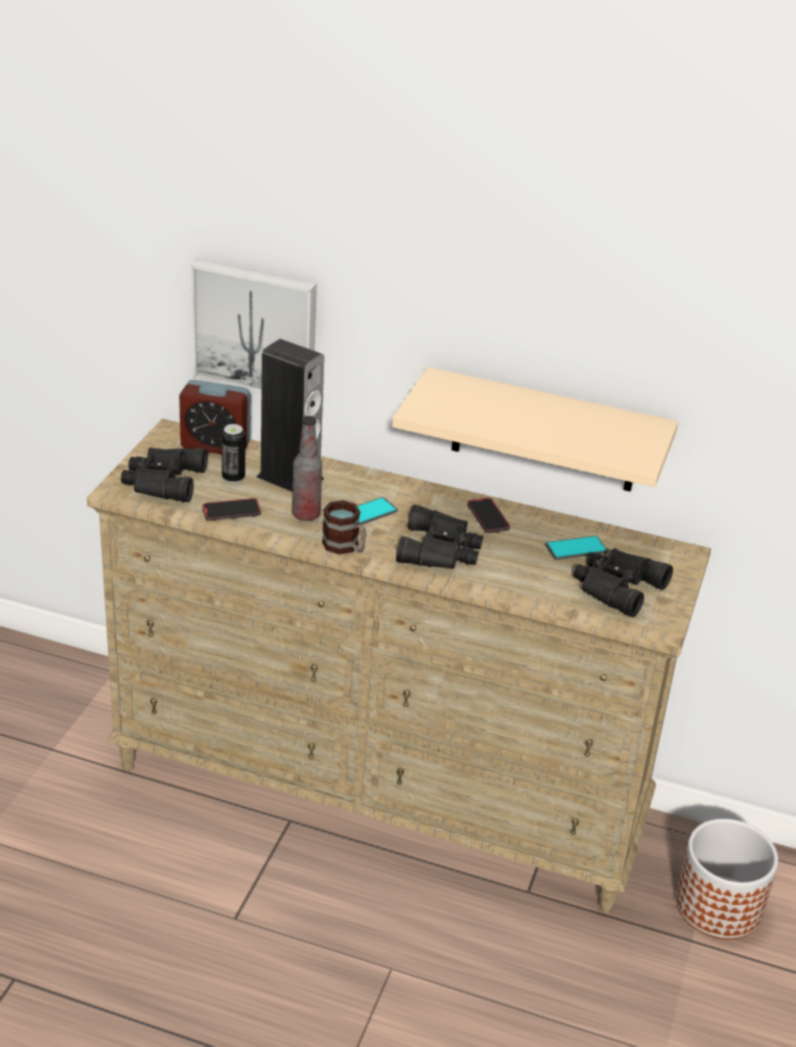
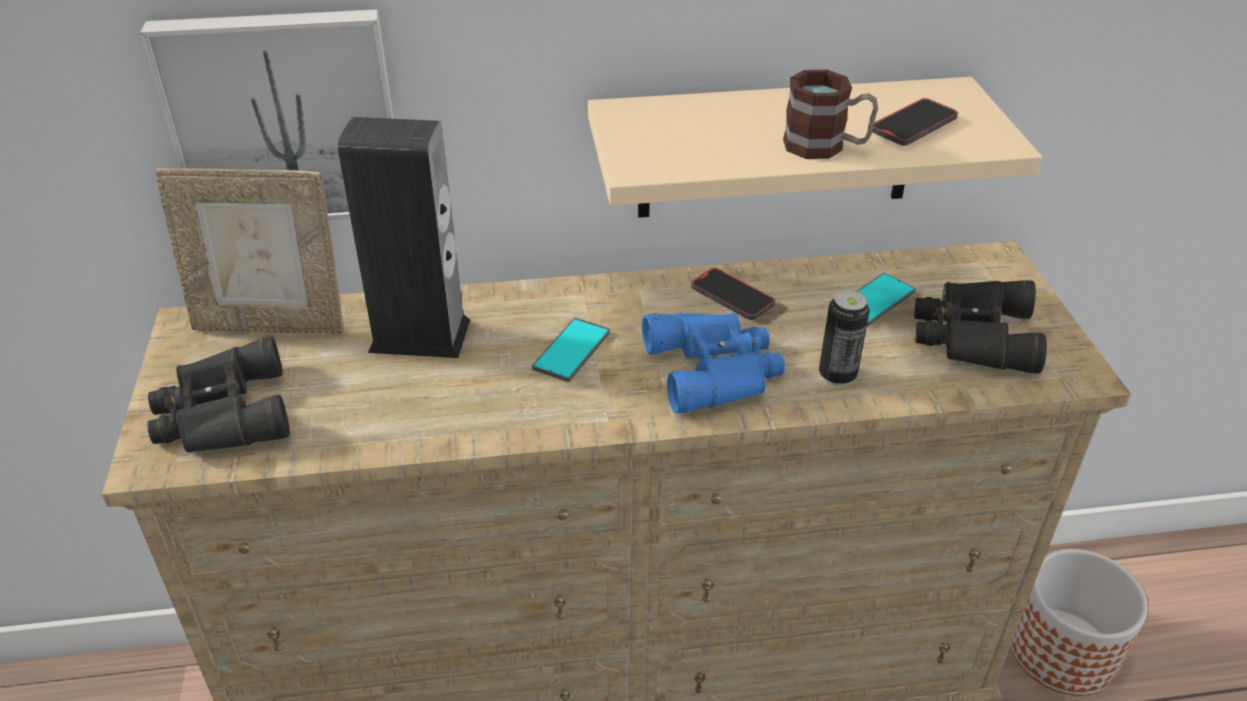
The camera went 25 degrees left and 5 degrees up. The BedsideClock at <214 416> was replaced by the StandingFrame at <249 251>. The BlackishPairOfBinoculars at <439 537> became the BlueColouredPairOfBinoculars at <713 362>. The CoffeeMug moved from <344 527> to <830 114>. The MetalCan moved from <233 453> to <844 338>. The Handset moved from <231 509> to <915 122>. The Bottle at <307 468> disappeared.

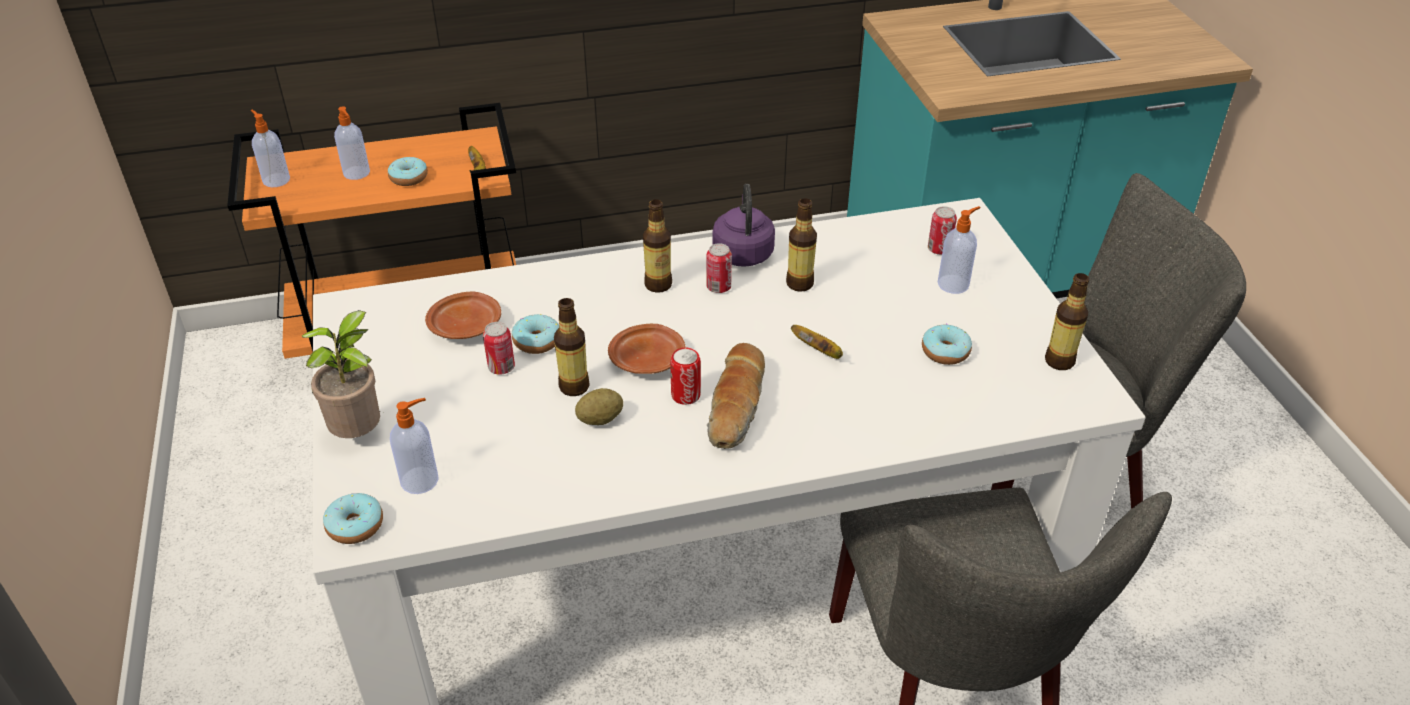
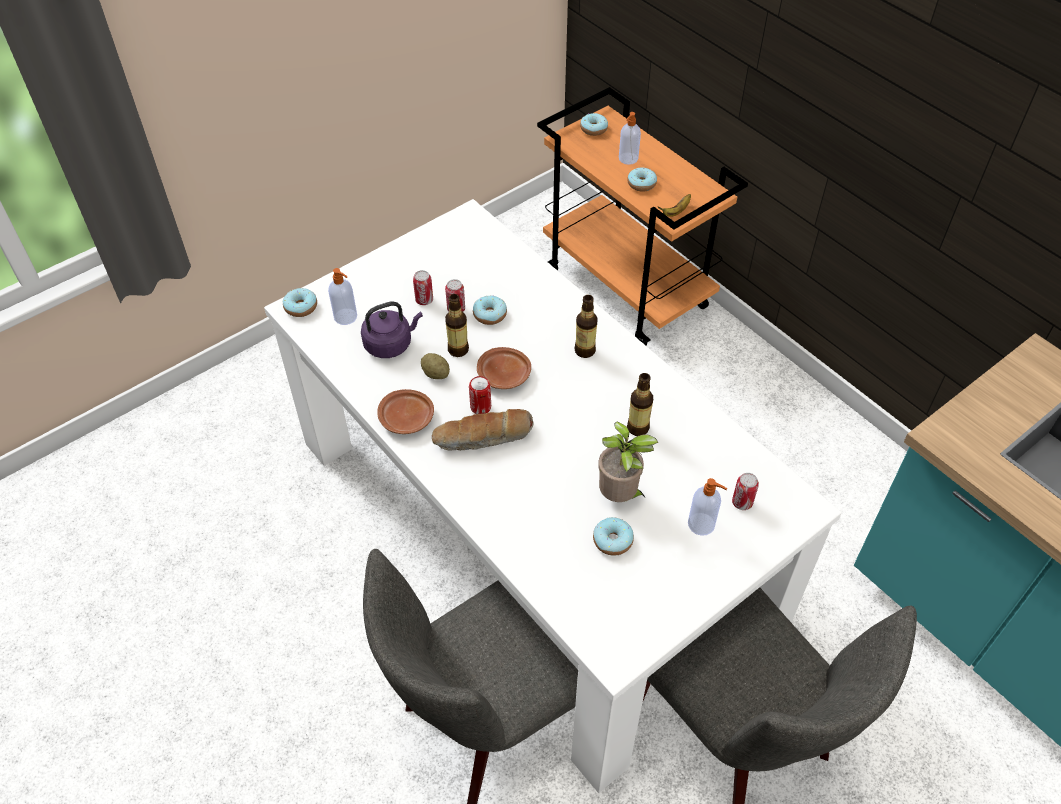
The camera went 65 degrees right and 10 degrees up. The PurpleKettle moved from <744 225> to <392 329>. The BrownColouredDinnerPlate moved from <463 315> to <405 411>. The MetalCan moved from <719 268> to <423 287>. The SoapDispenser at <270 148> was replaced by the RingDoughnut at <594 124>. The PlantInAPot moved from <341 374> to <628 462>. The BananaFruit at <817 342> disappeared. The Bottle at <1067 321> disappeared.

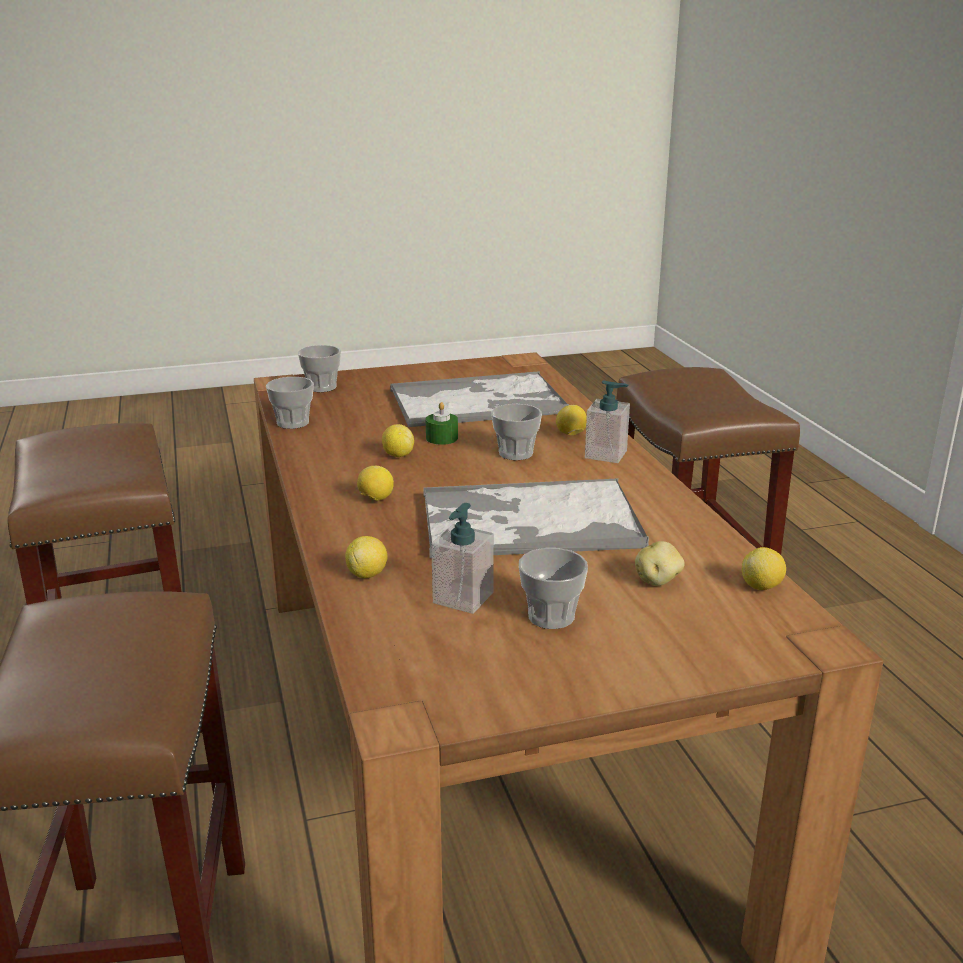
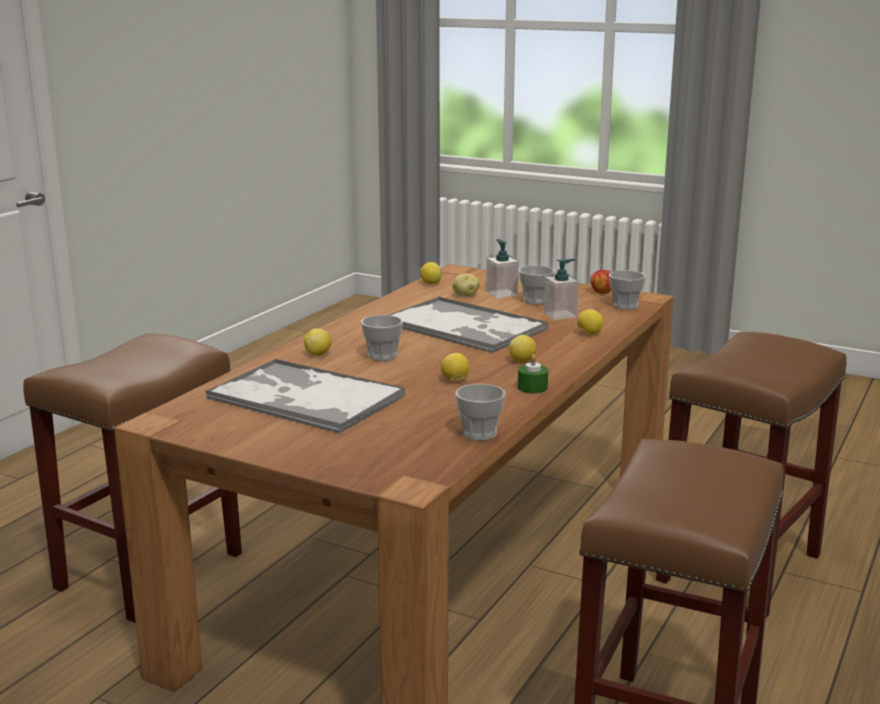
The camera went 135 degrees left and 5 degrees down. The SoapDispenser moved from <607 422> to <502 268>. The GreenColouredWaxCandle moved from <442 423> to <533 374>. The WholeApple at <600 282> appeared. The Cup moved from <319 368> to <627 290>.

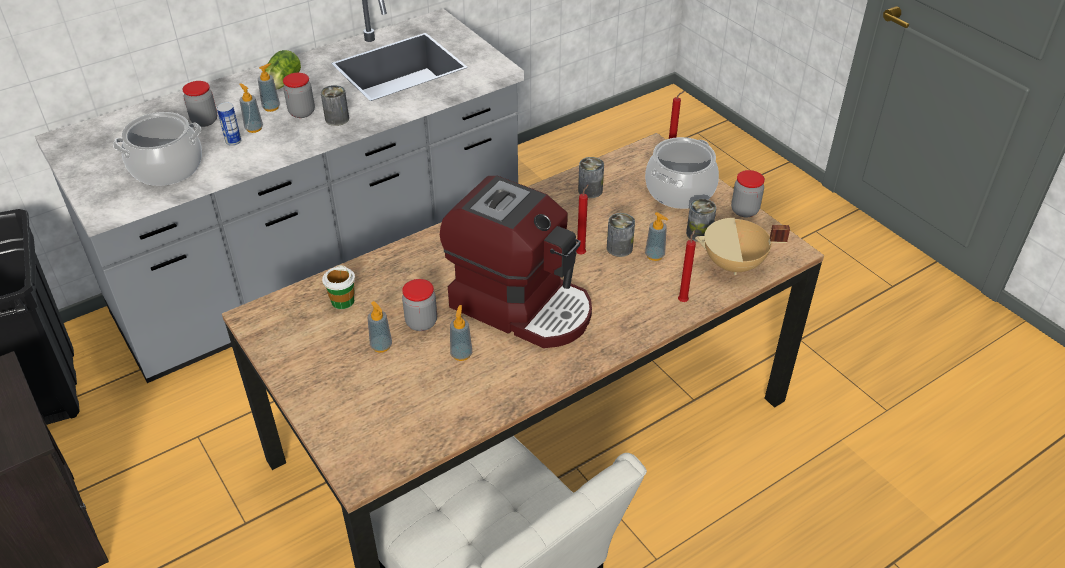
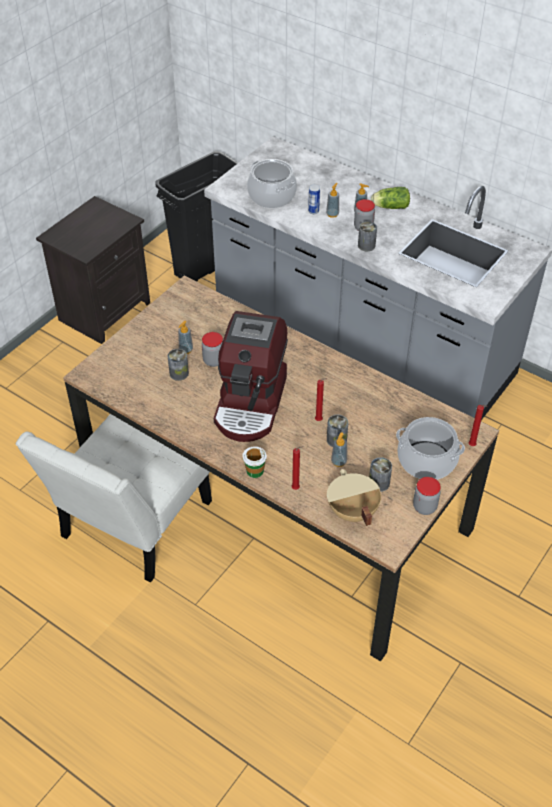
The camera went 70 degrees right and 5 degrees up. The MetalCan moved from <591 177> to <178 365>. The Cup moved from <338 287> to <254 462>. The PreserveJar at <199 104> disappeared. The SoapDispenser at <461 333> disappeared.

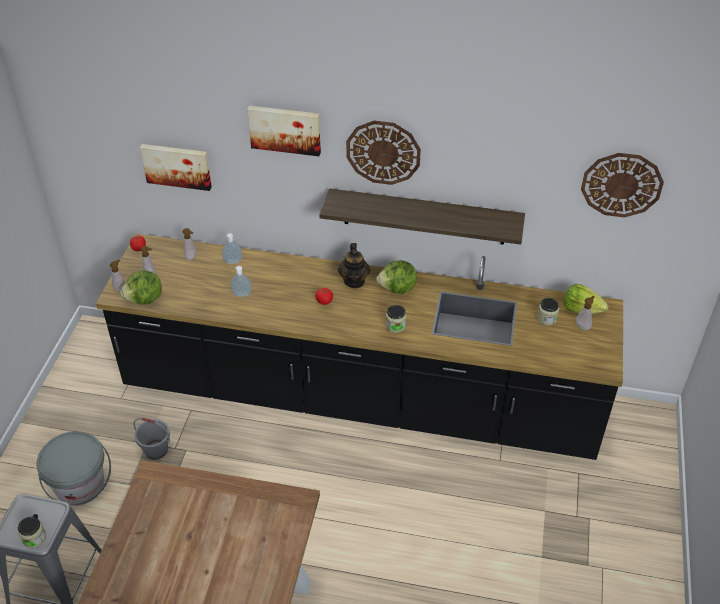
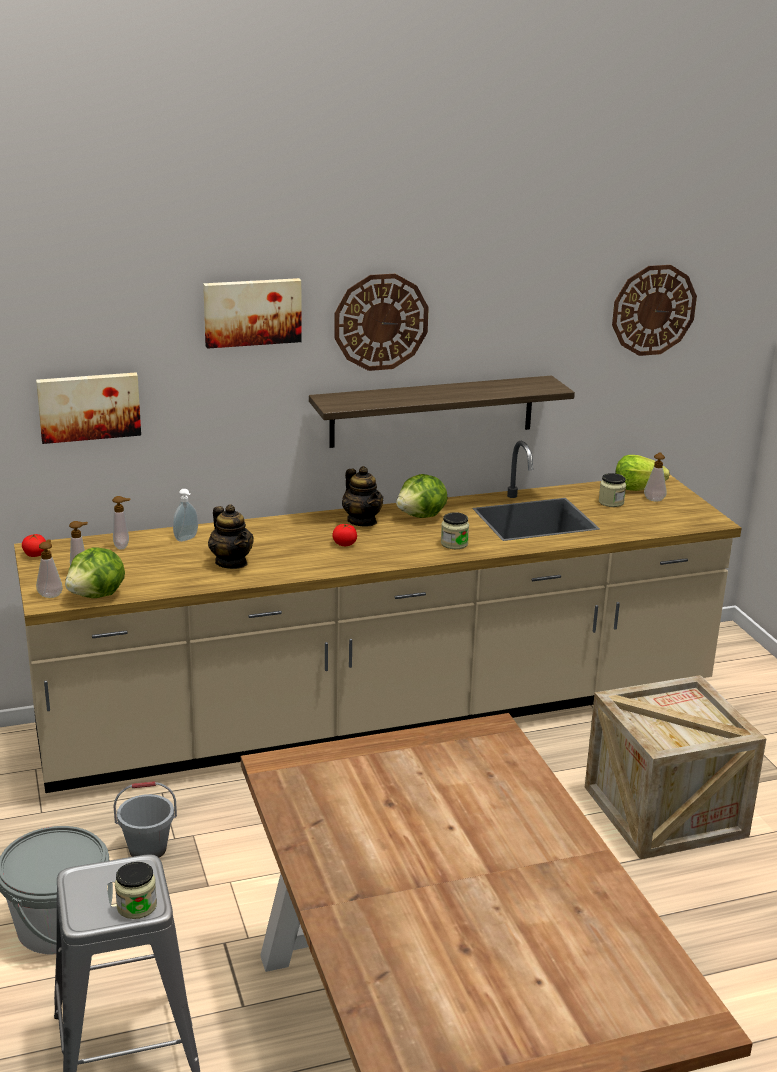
The camera went 30 degrees left and 20 degrees down. The BlackishKitchenCounter at <359 346> became the BeigeKitchenCounter at <378 617>. The SoapDispenser at <241 281> was replaced by the PotForTea at <231 536>. The ShippingCrate at <675 767> appeared.

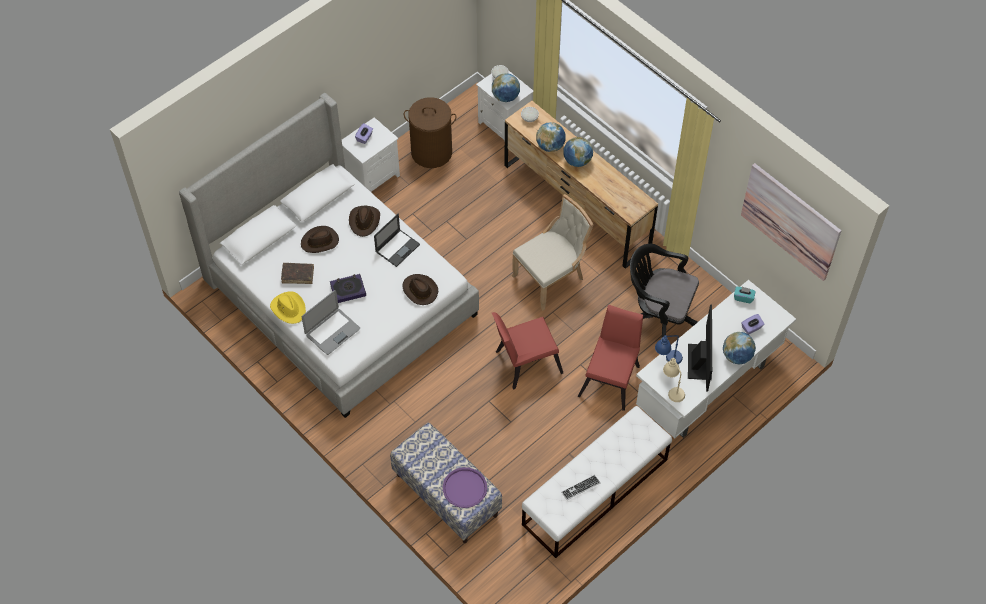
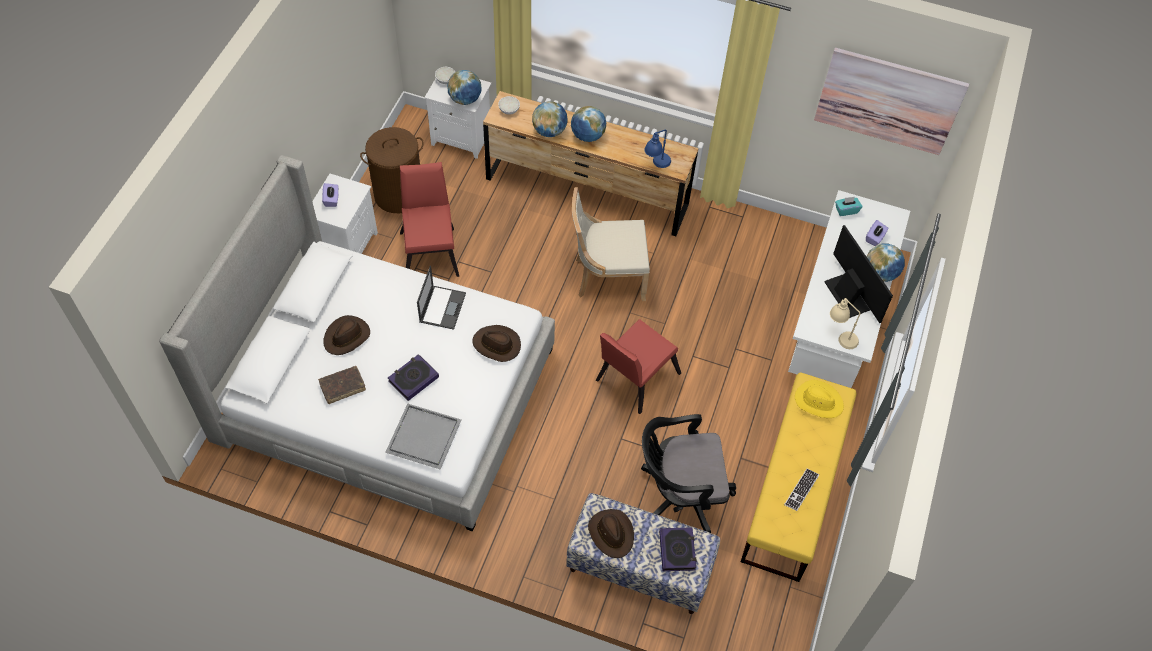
The camera went 30 degrees left and 0 degrees up. The Laptop at <331 322> was replaced by the GreyishServingTray at <423 437>. The RedChair moved from <610 358> to <429 219>. The BeigeChair at <553 252> turned 120 degrees counterclockwise. The BrownColouredWearableHat moved from <364 221> to <611 533>. The BlackishDeskChair moved from <664 291> to <688 473>. The BlueColouredTabletopLamp moved from <669 349> to <658 148>. The PurpleServingTray at <465 487> was replaced by the BoundBook at <678 549>. The WhitishLongSeat at <597 482> became the YellowColouredLongSeat at <799 477>. The YellowColouredWearableHat moved from <288 307> to <819 399>.

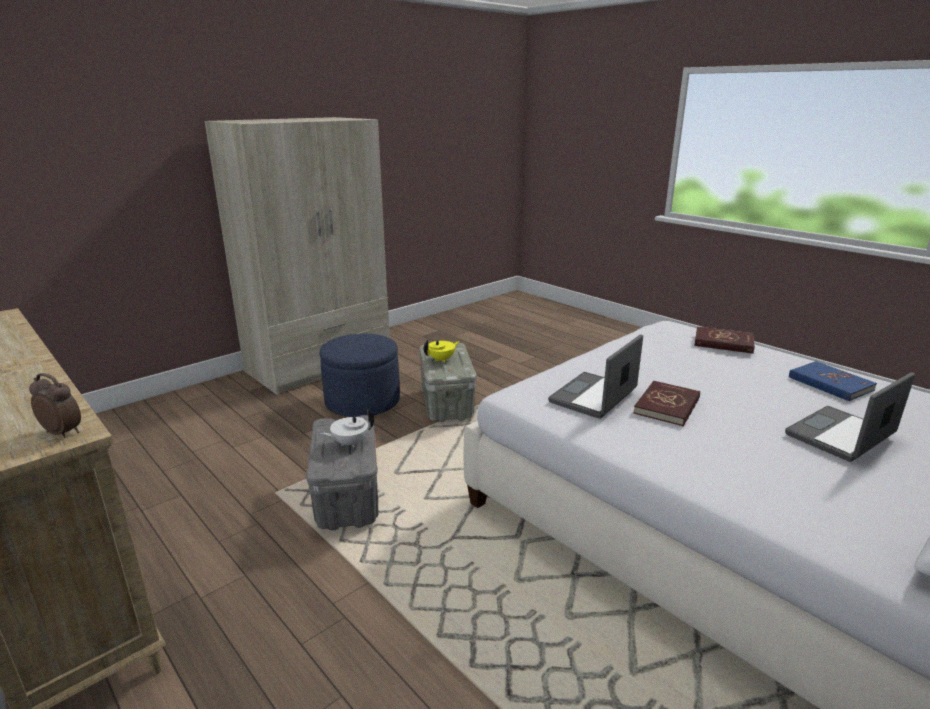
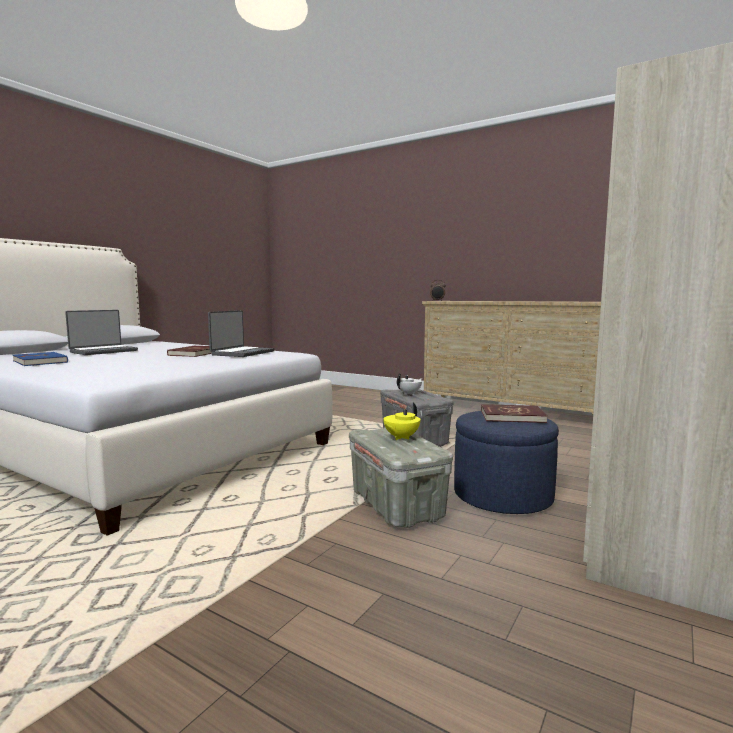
The camera went 165 degrees right and 15 degrees down. The RedBoundBook moved from <725 340> to <514 413>.

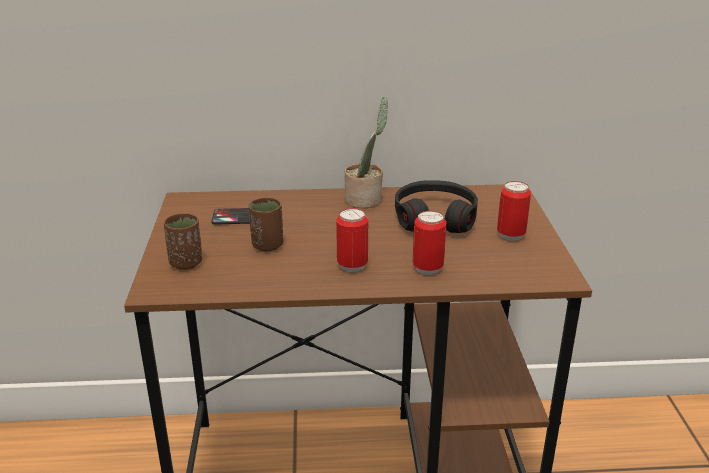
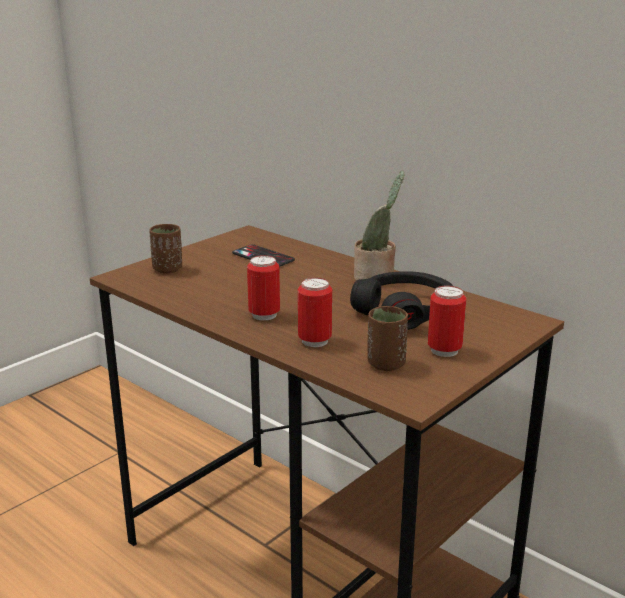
The camera went 45 degrees right and 5 degrees down. The BrownColouredCup moved from <266 224> to <388 338>.

